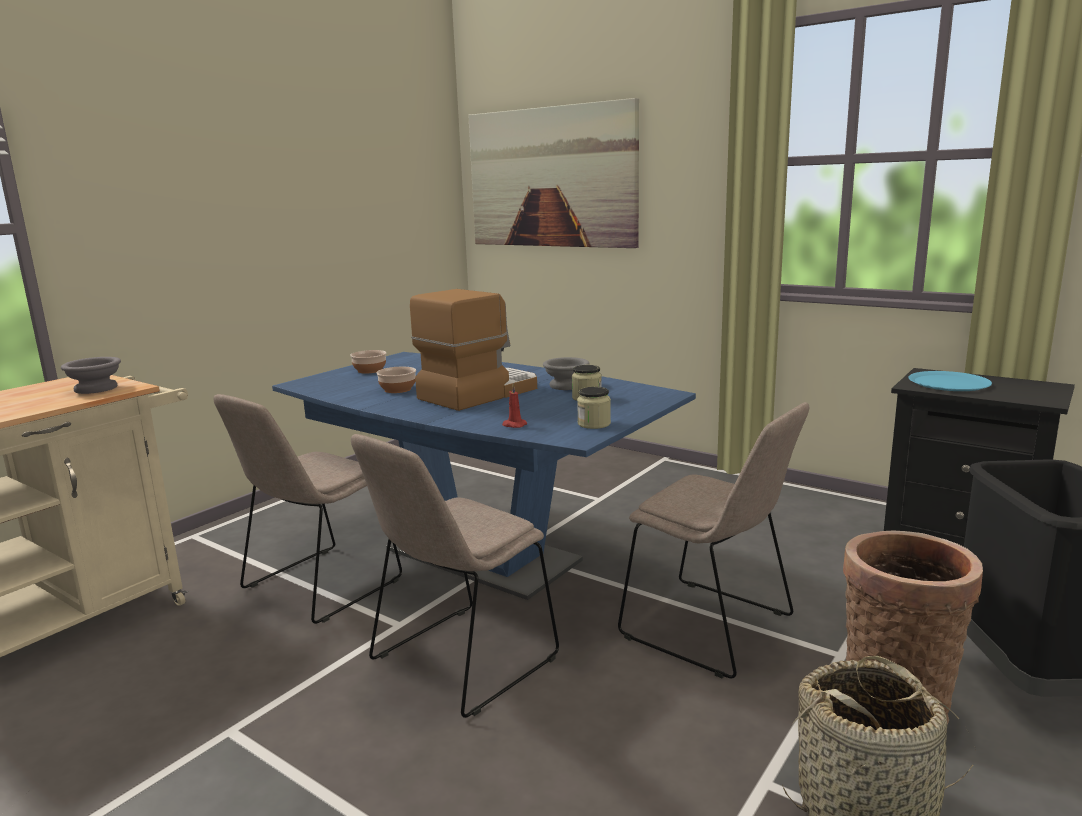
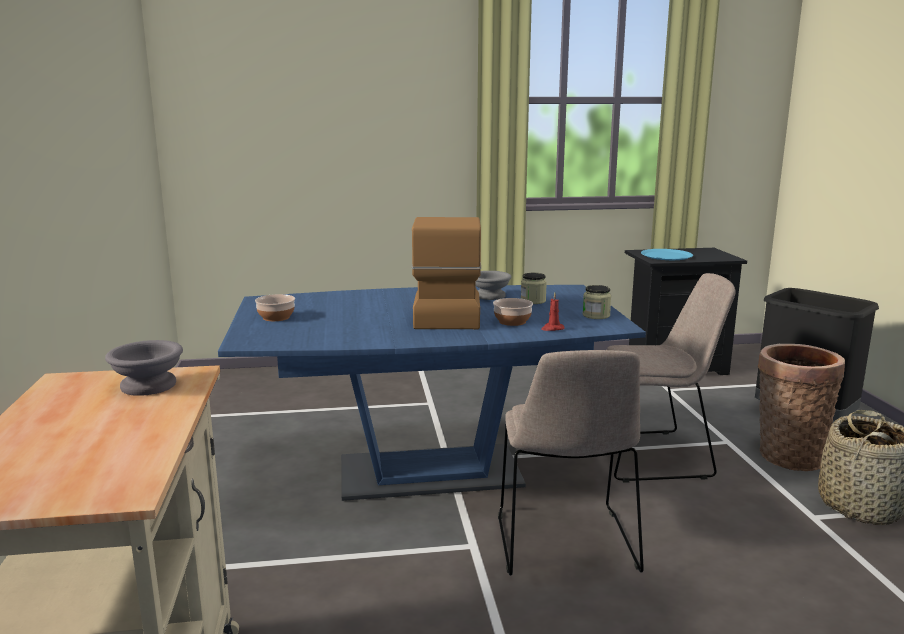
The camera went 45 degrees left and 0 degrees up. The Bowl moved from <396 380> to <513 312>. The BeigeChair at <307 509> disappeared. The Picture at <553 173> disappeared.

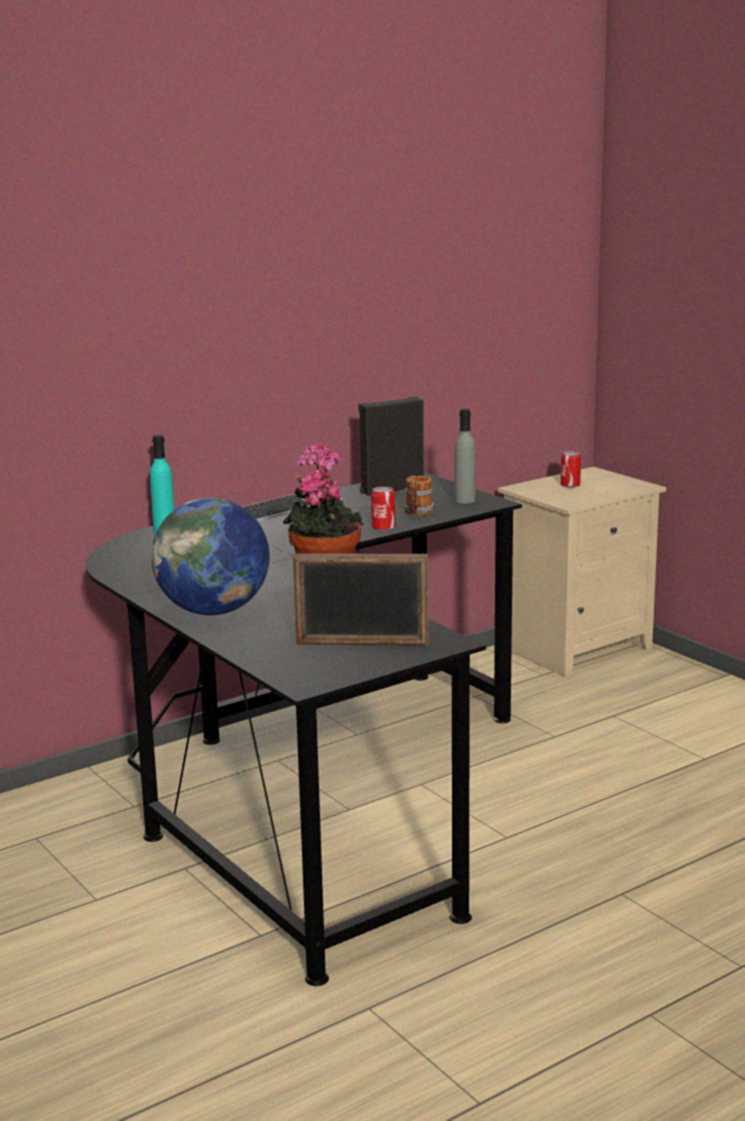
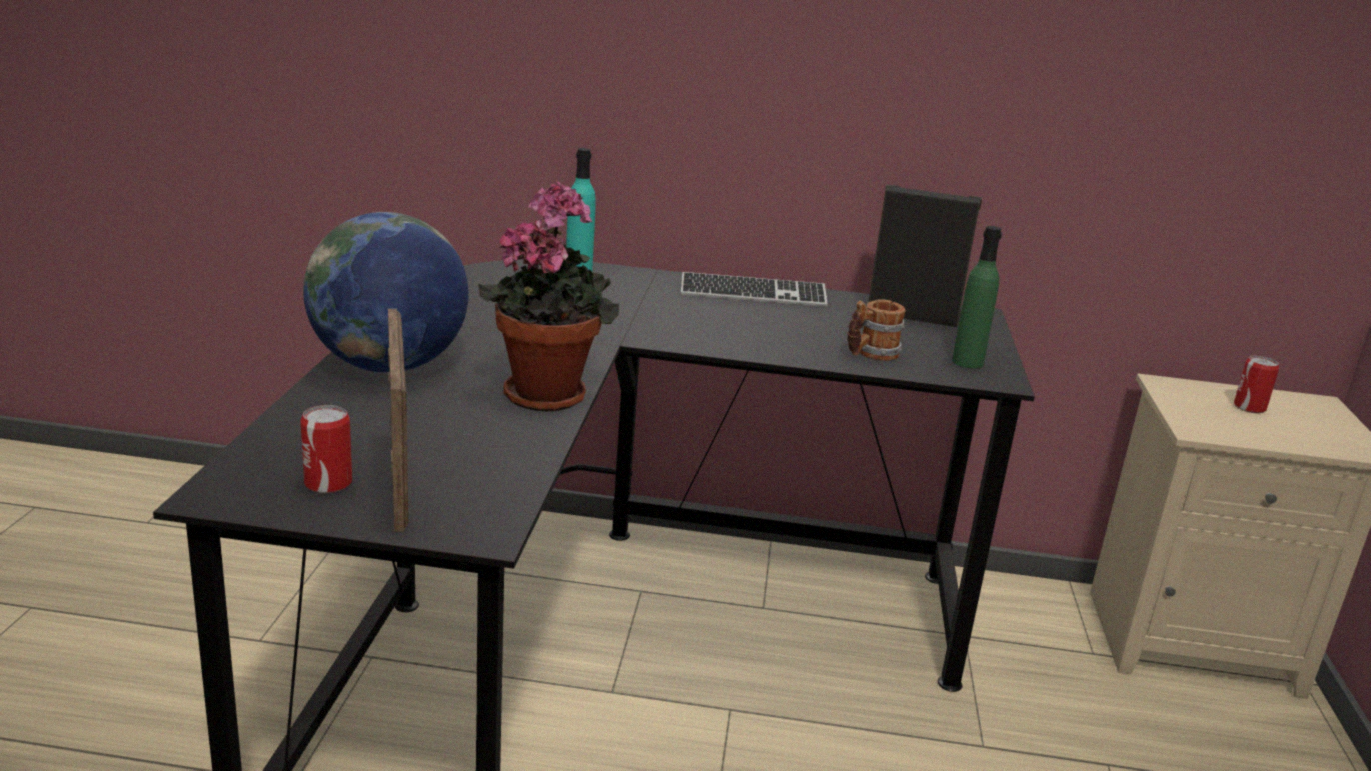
The camera went 40 degrees right and 5 degrees up. The MetalCan moved from <383 508> to <326 449>. The StandingFrame at <360 599> turned 150 degrees counterclockwise. The GreyishBottle at <465 456> became the GreenColouredBottle at <977 297>.

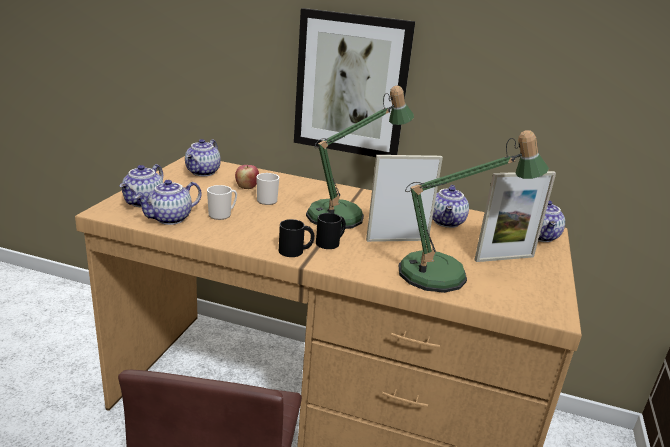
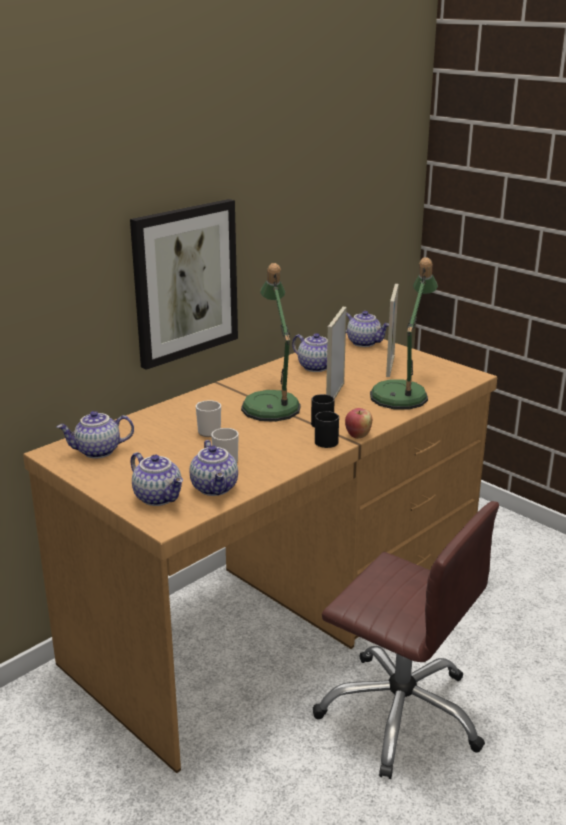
The camera went 60 degrees left and 0 degrees up. The PotForTea at <203 157> turned 120 degrees clockwise. The WholeApple moved from <247 177> to <358 423>.

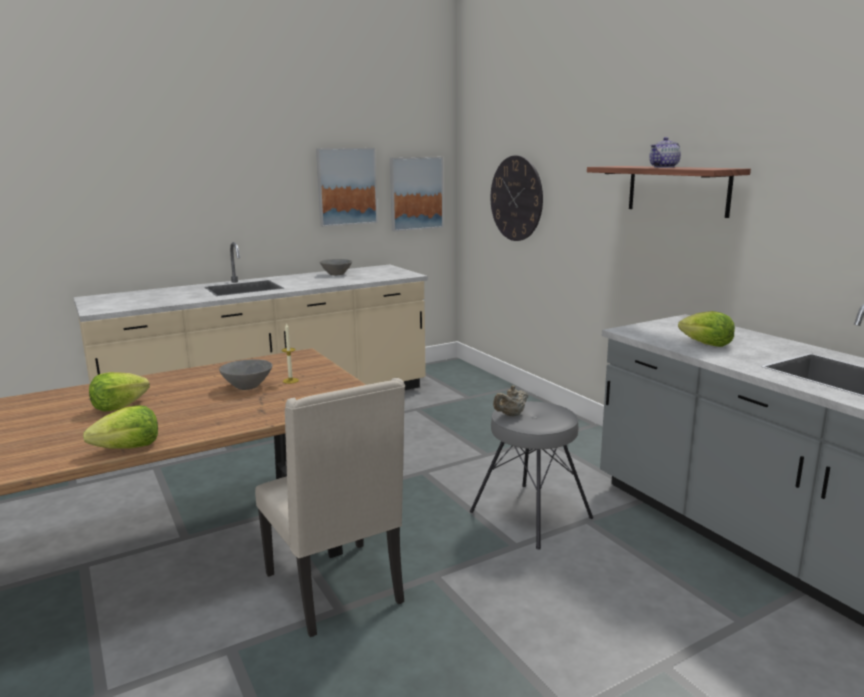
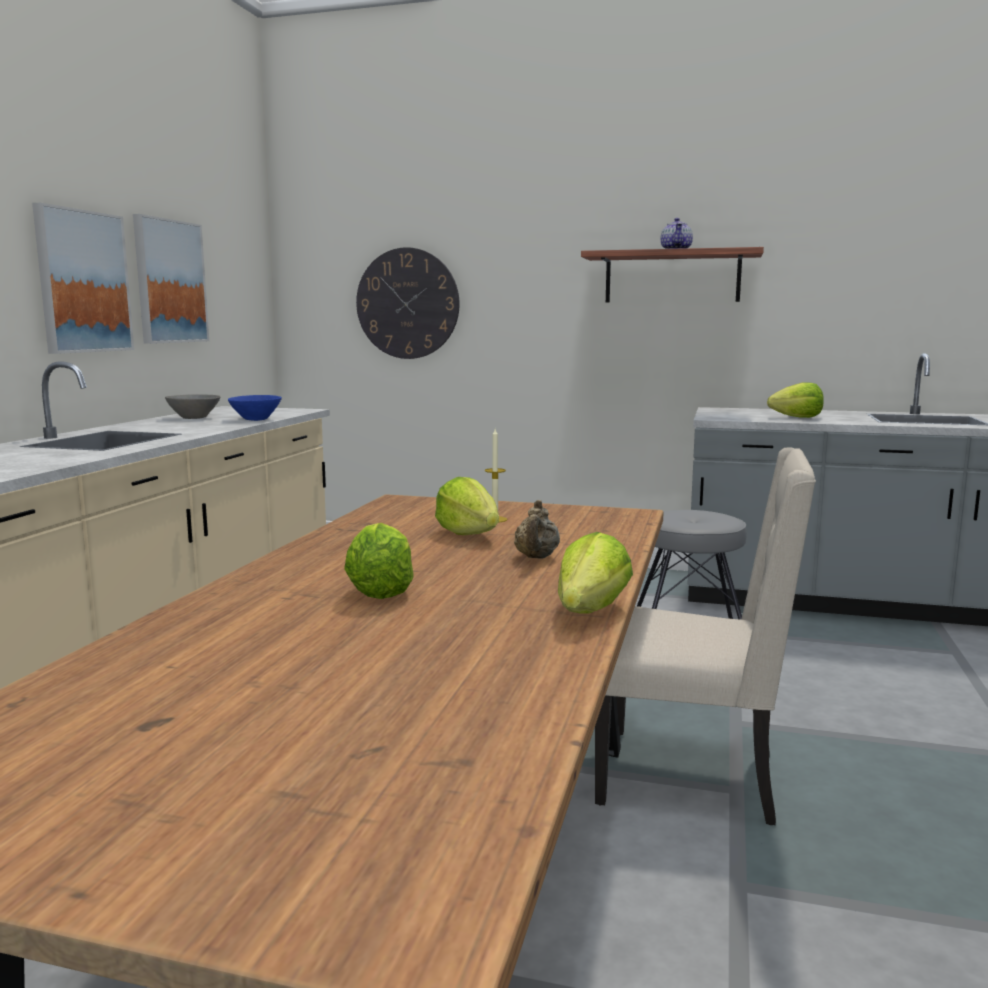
The camera went 45 degrees left and 5 degrees down. The Picture moved from <417 194> to <83 278>. The BlueColouredBowl at <255 408> appeared. The GreyishBowl at <246 374> was replaced by the HeadOfLettuce at <467 506>. The BeigePotForTea moved from <510 401> to <537 529>.

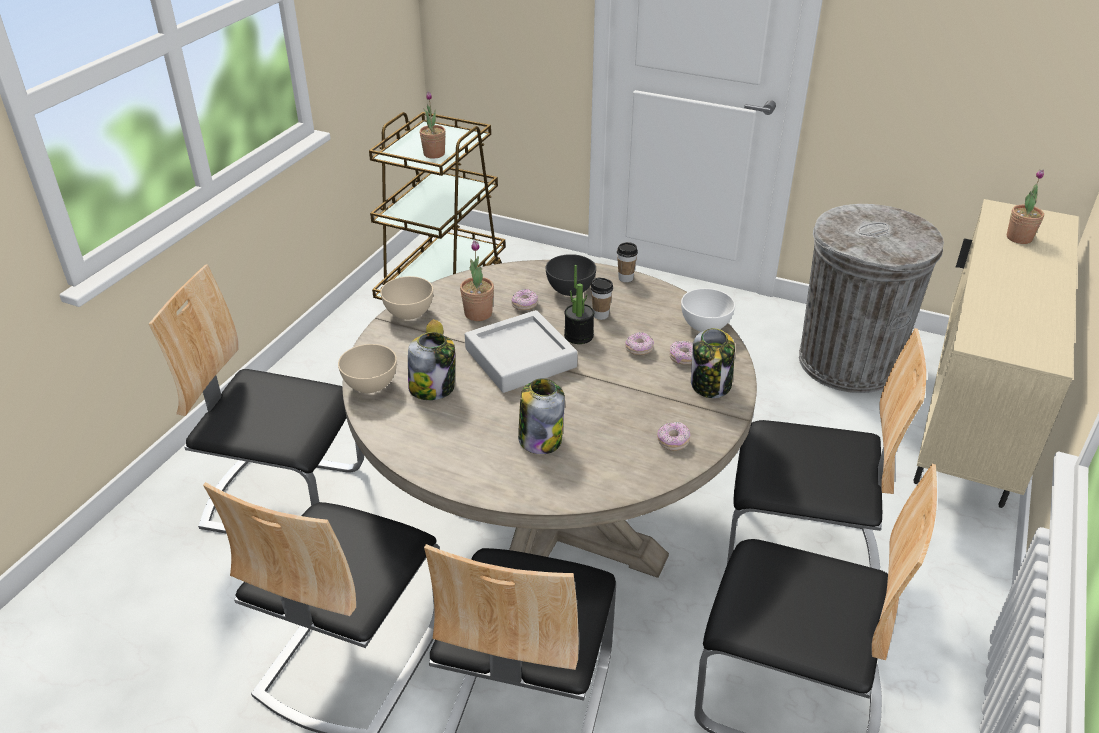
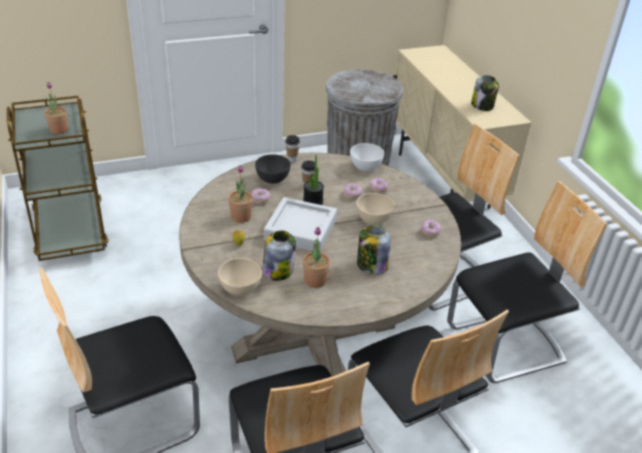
The camera went 45 degrees left and 0 degrees up. The PlantInAPot moved from <1025 206> to <316 257>. The BeigeBowl moved from <406 298> to <375 209>. The PreserveJar moved from <713 363> to <485 93>.

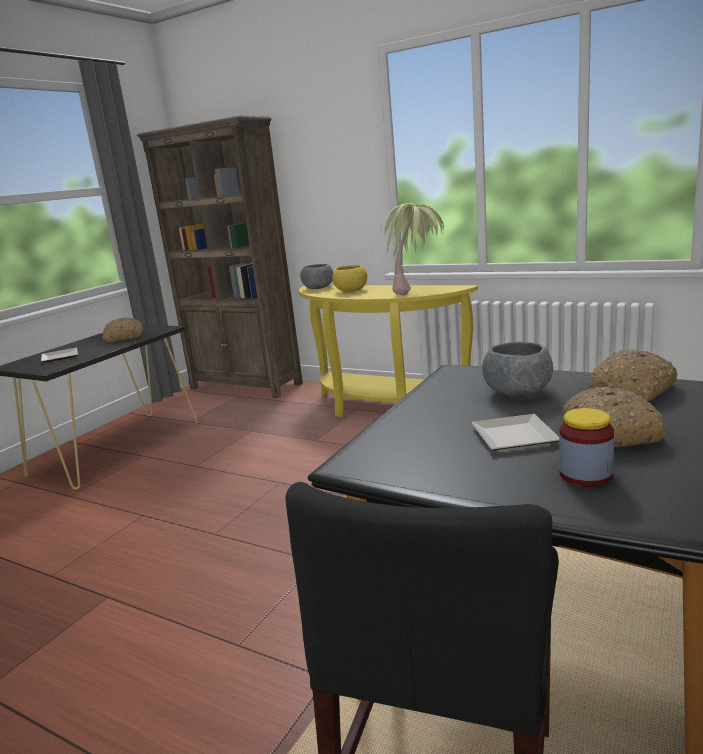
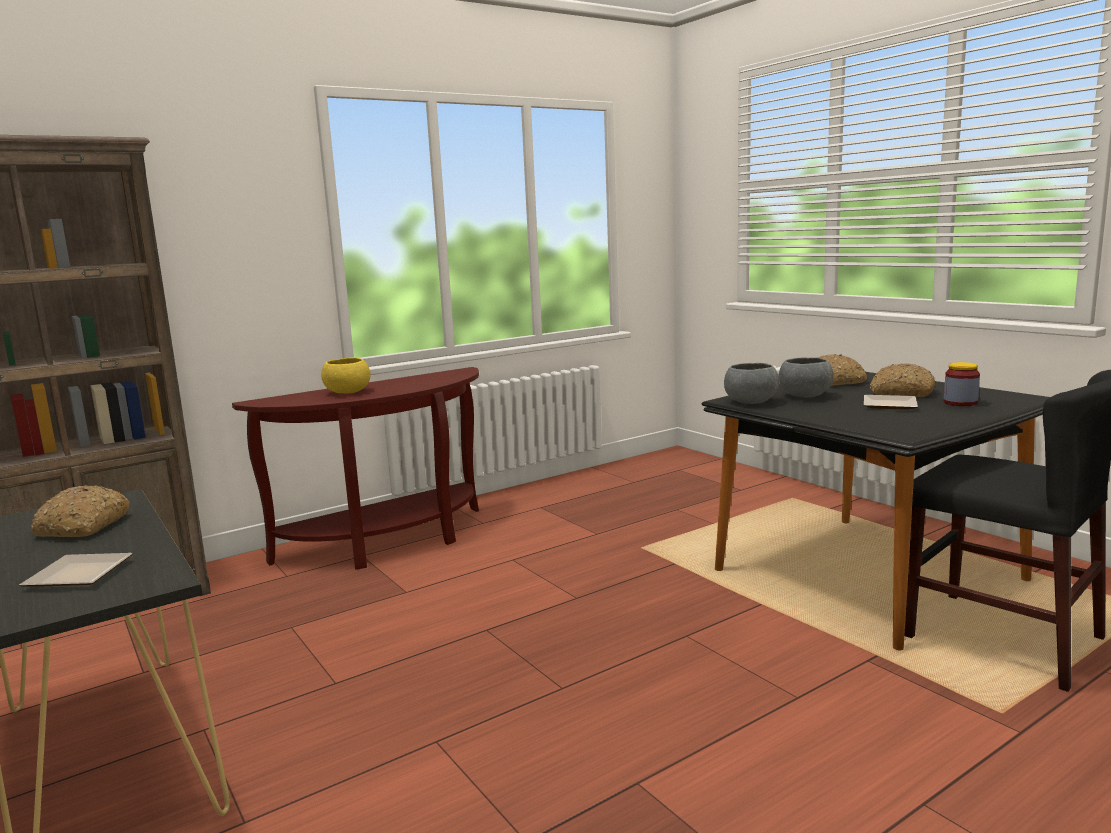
The camera went 65 degrees left and 5 degrees down. The YellowColouredNarrowTable at <388 351> became the BrownColouredNarrowTable at <355 468>. The GreyishBowl moved from <316 276> to <752 383>. The PlantInAPot at <412 249> disappeared.

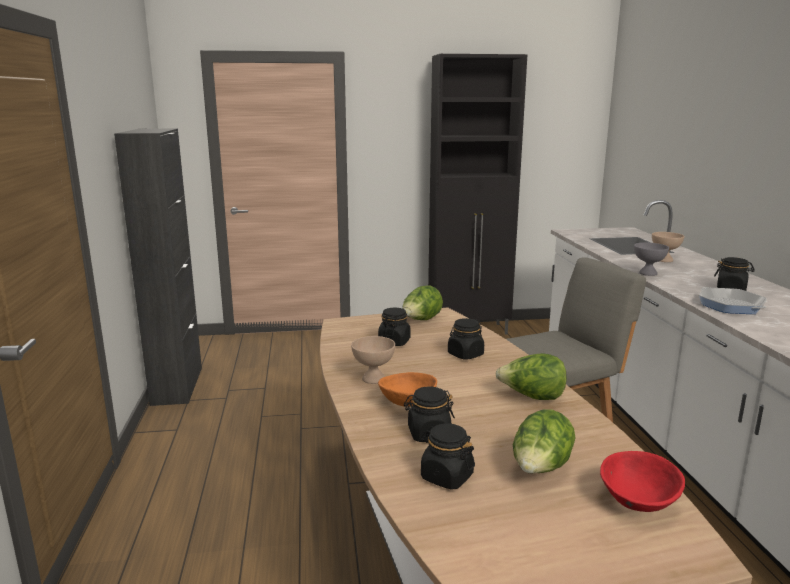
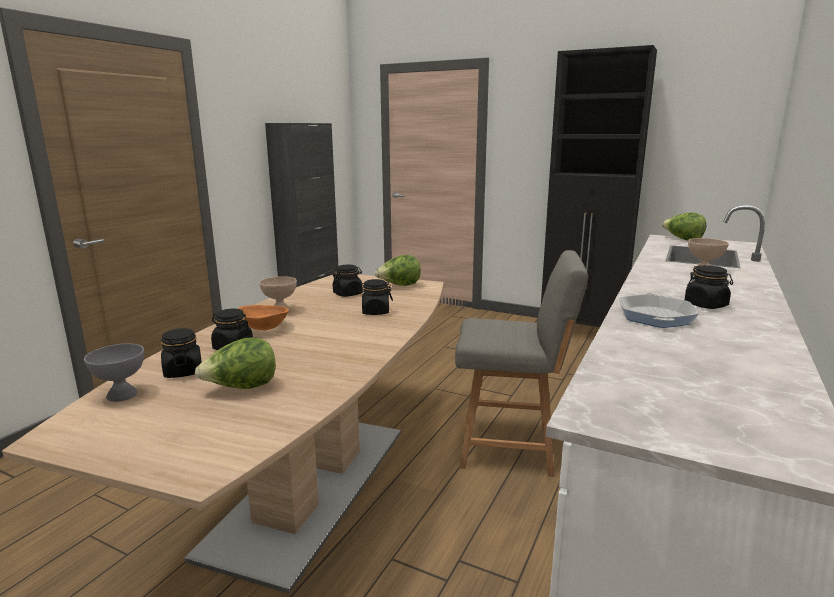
The camera went 35 degrees right and 0 degrees up. The GreyishBowl moved from <651 259> to <114 372>. The HeadOfLettuce moved from <531 376> to <684 226>. The RedBowl at <642 481> disappeared.

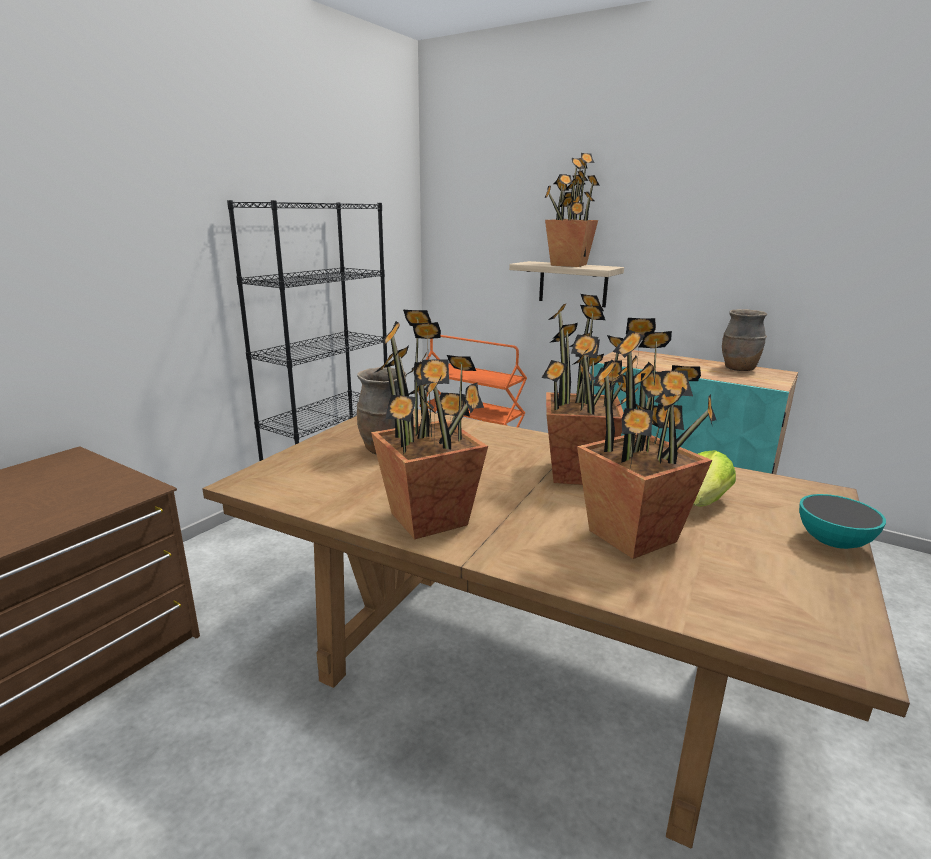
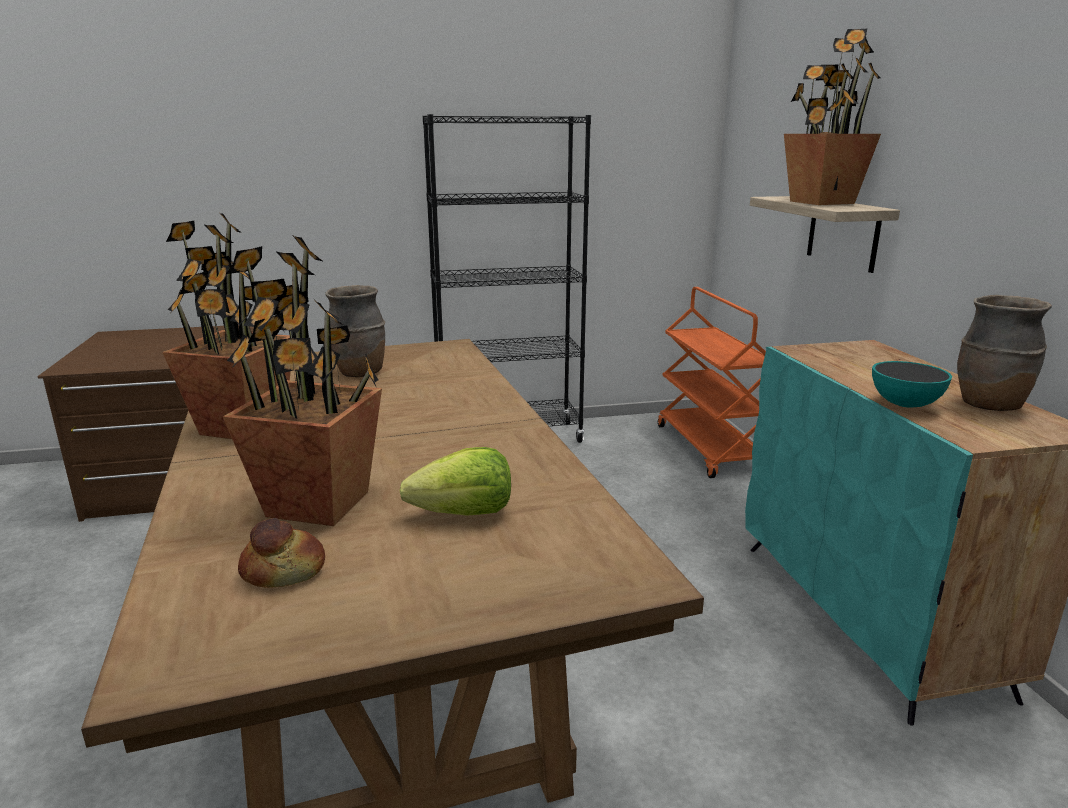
The camera went 45 degrees right and 0 degrees up. The Bread at <281 553> appeared. The Bowl moved from <842 521> to <912 384>. The PlantInAPot at <584 389> disappeared.

